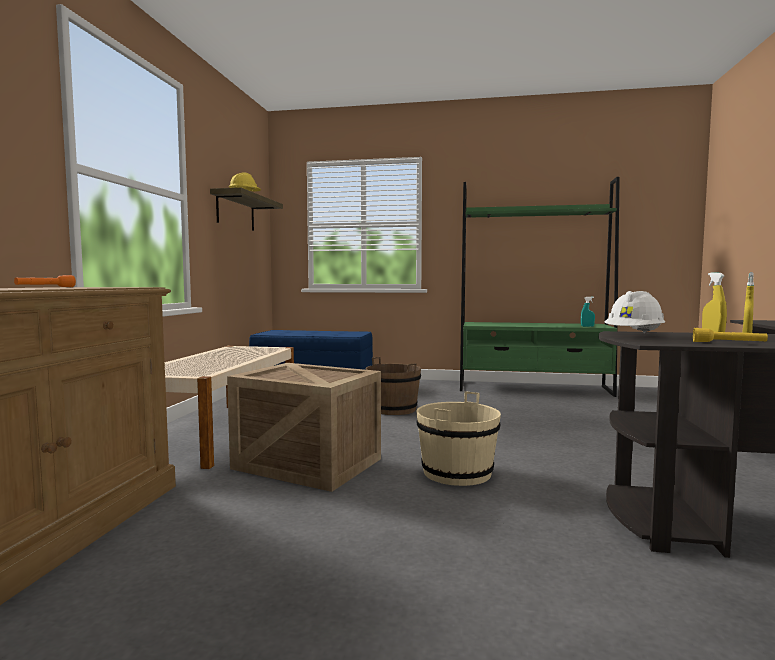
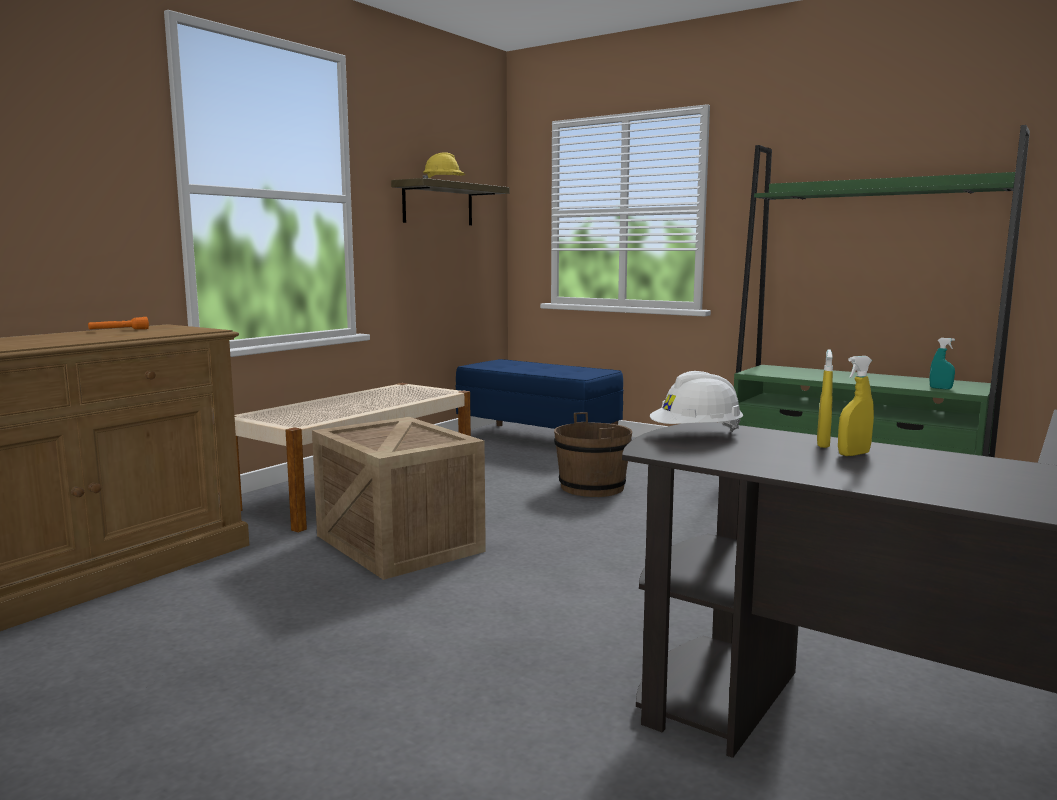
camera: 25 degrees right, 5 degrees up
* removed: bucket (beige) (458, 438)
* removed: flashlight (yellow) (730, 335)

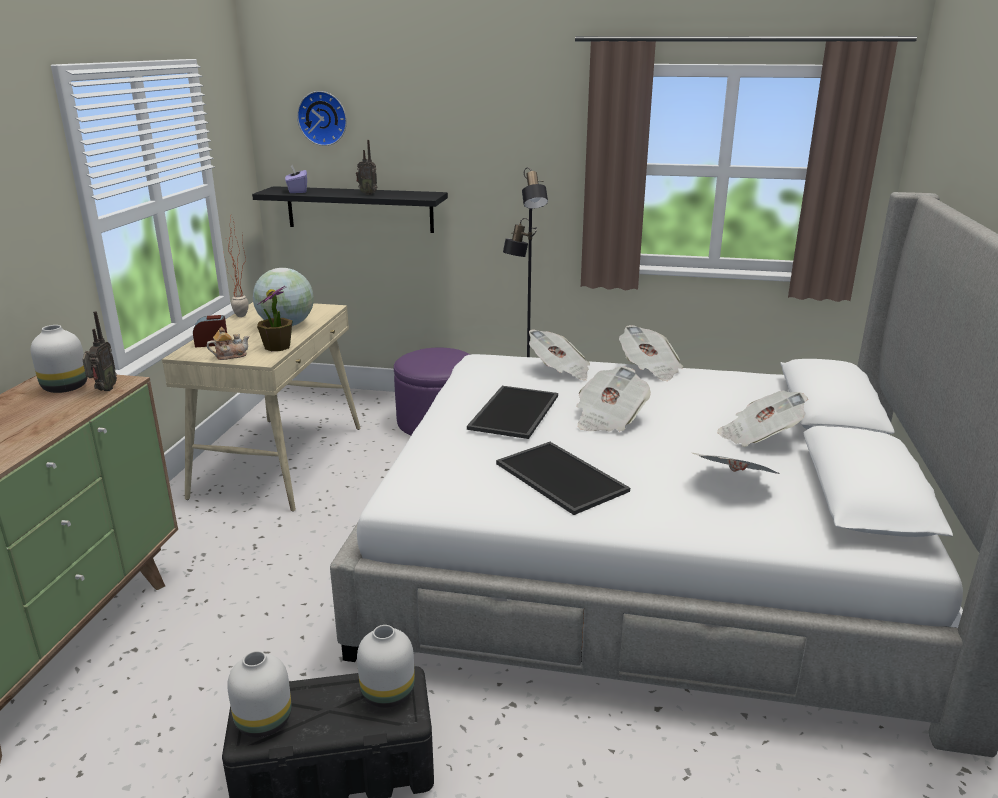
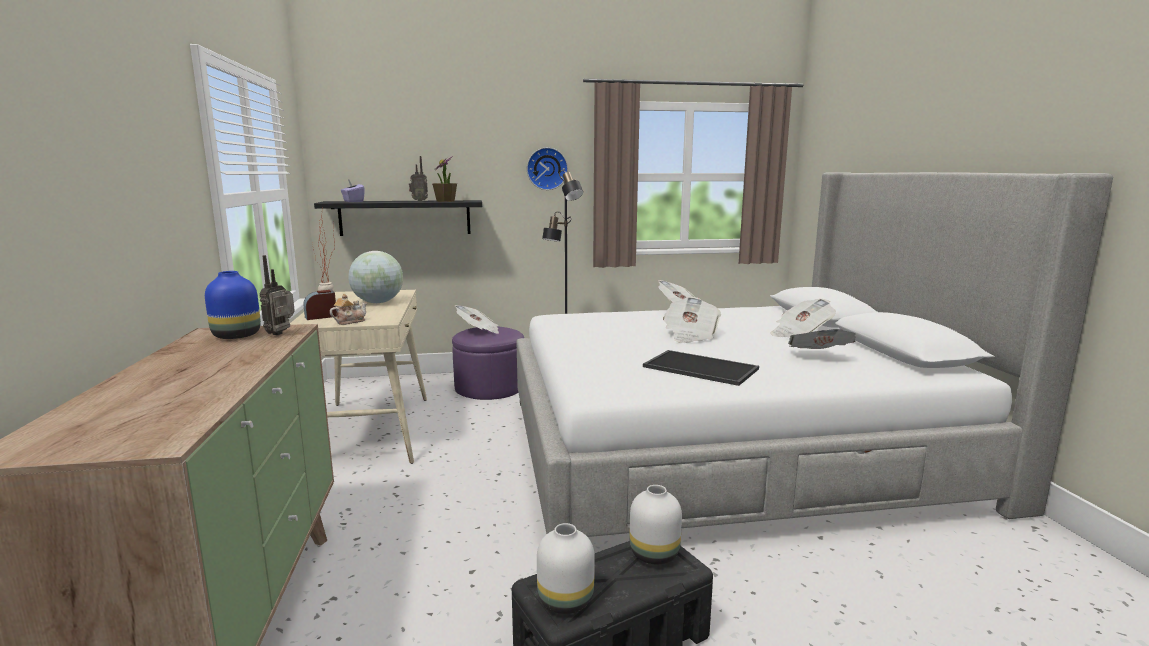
camera: 20 degrees left, 10 degrees down
* recoloured: vase (white) (59, 359) to vase (blue) (233, 305)
* turned: radio (99, 351) = (277, 295) 150 degrees counterclockwise
* moved: potted plant (275, 318) to (444, 179)
* moved: newspaper (559, 354) to (477, 319)
* moved: wall clock (322, 118) to (547, 168)
* removed: tray (512, 412)

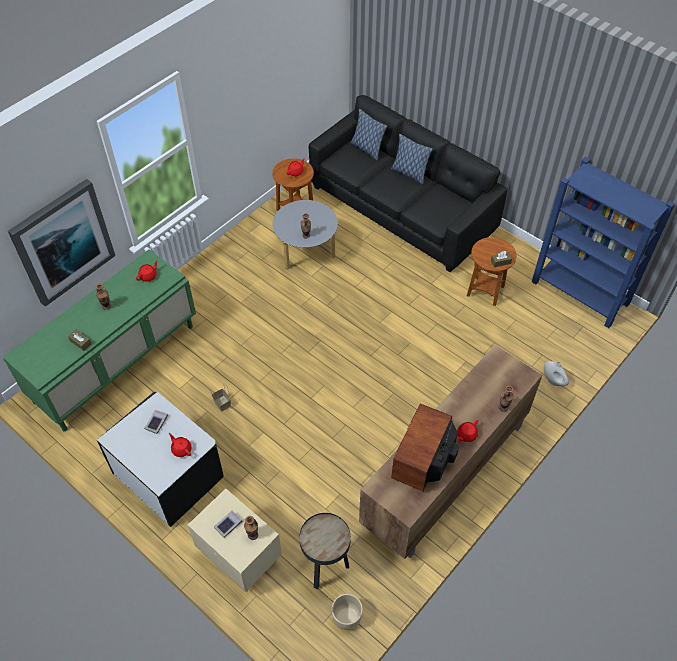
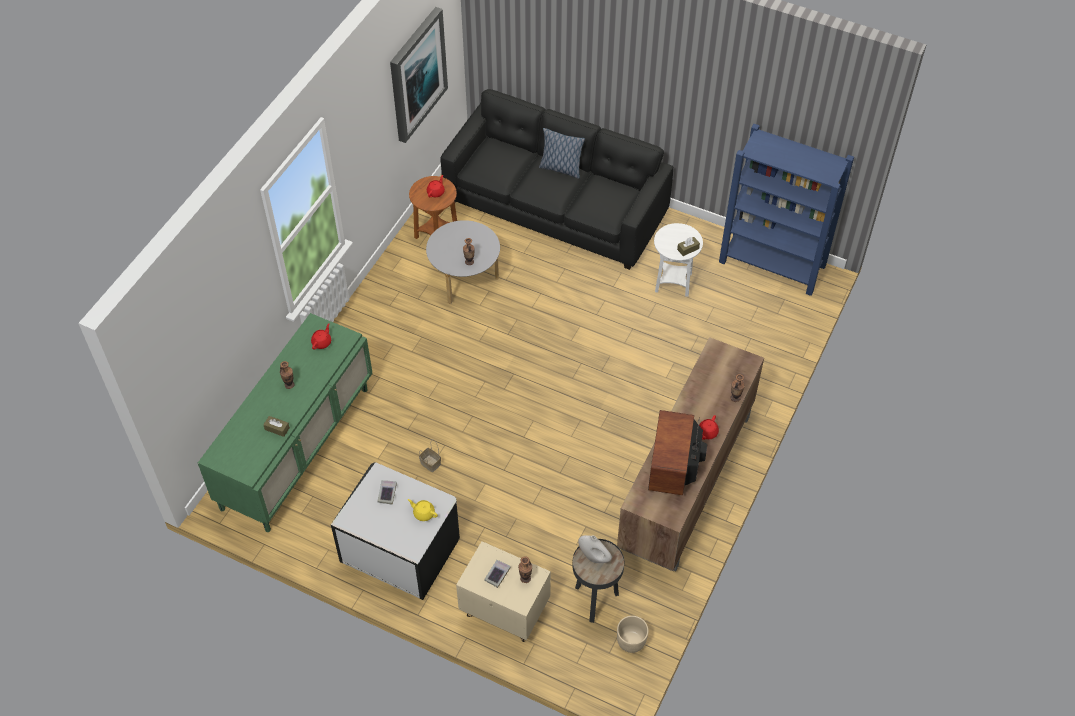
camera: 15 degrees left, 0 degrees up
* moved: picture (61, 243) to (419, 75)
* recoloured: teapot (red) (180, 445) to teapot (yellow) (423, 510)
* moved: vase (white) (556, 373) to (595, 549)
* recoloured: side table (brown) (492, 271) to side table (white) (678, 260)
* removed: pillow (369, 134)

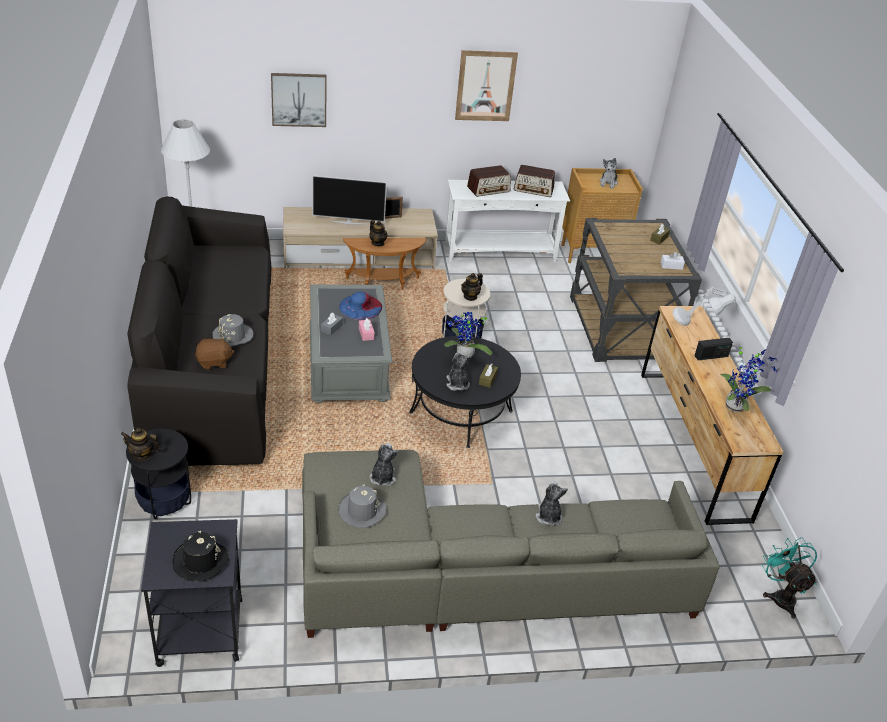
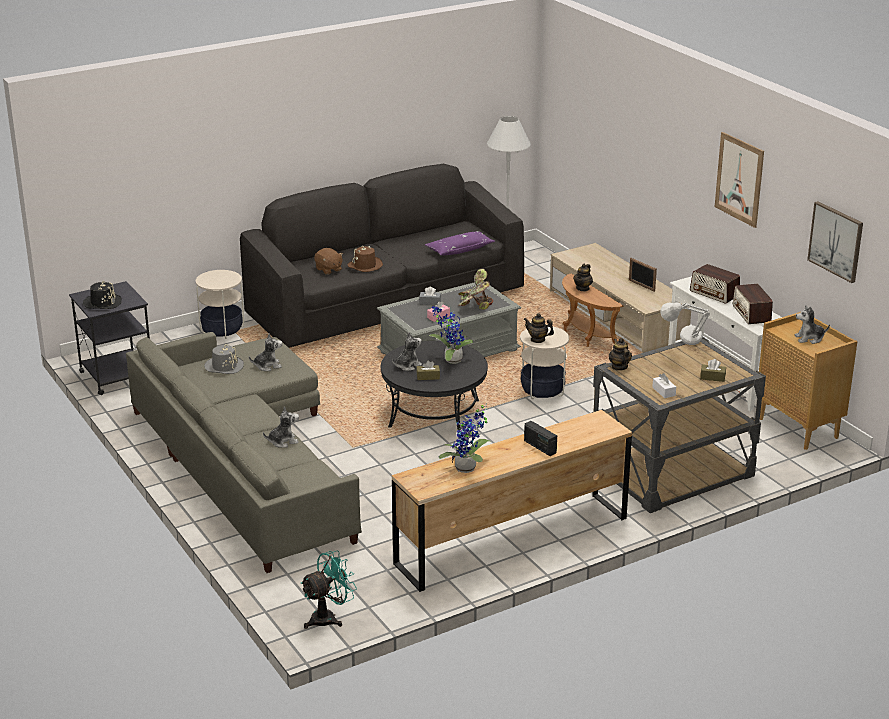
camera: 70 degrees right, 10 degrees down
* recoloured: side table (black) (158, 474) to side table (beige) (220, 304)
* recoloured: hat (grey) (232, 330) to hat (brown) (365, 259)
* added: pillow (purple) (460, 243)
* replaced: hat (blue) (360, 306) to potted plant (475, 289)
* moved: teapot (141, 444) to (620, 354)
* moved: table lamp (grey) (704, 306) to (685, 323)
* moved: picture (299, 100) to (835, 242)
* removed: television (349, 200)

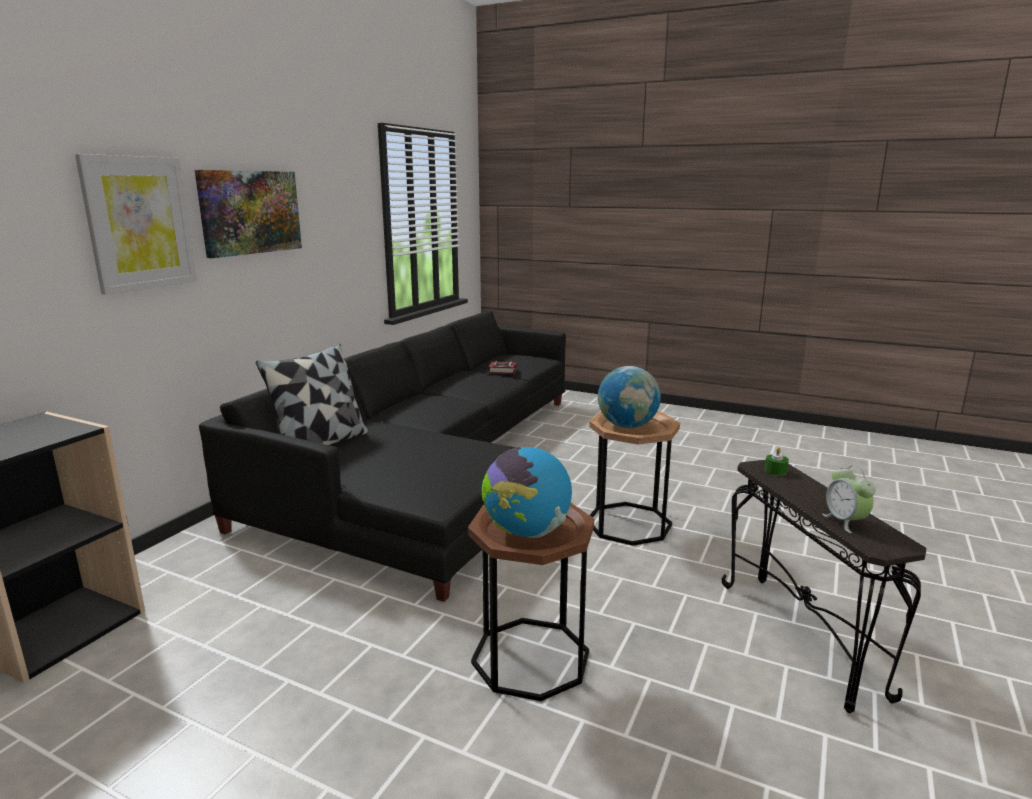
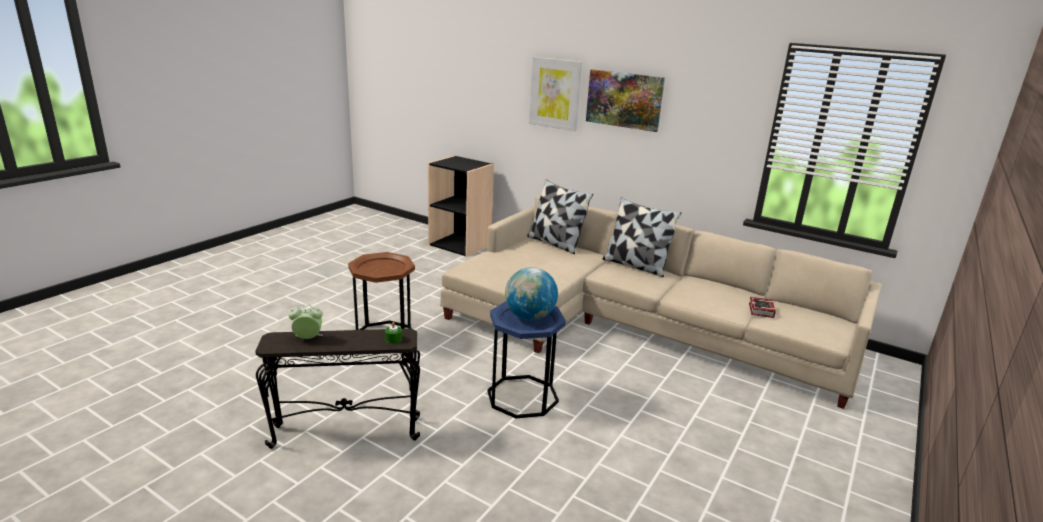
camera: 95 degrees right, 5 degrees up
* recoloured: sofa (black) (382, 456) to sofa (beige) (661, 302)
* recoloured: side table (brown) (634, 479) to side table (blue) (526, 359)
* added: pillow (642, 237)
* removed: globe (527, 492)

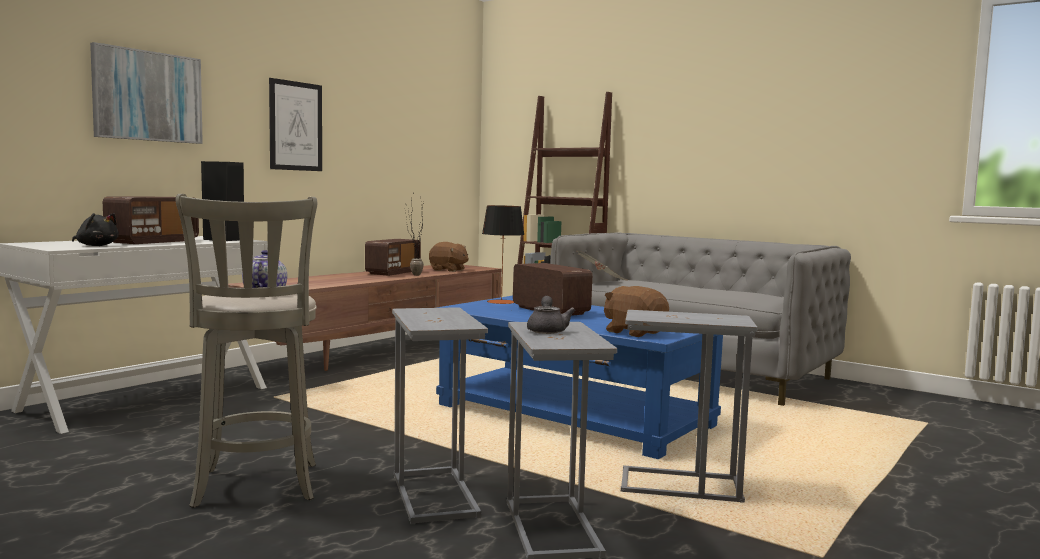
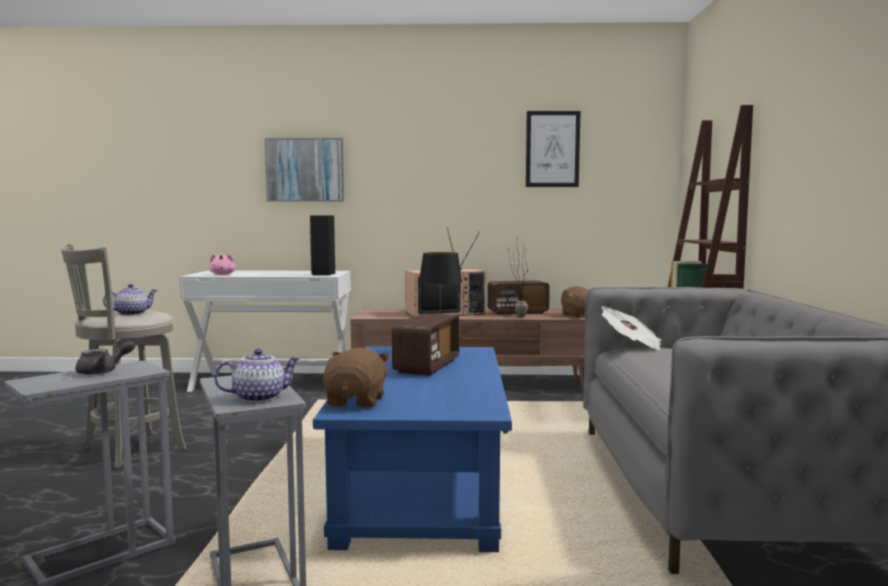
camera: 55 degrees right, 0 degrees up
* recoloured: plush toy (black) (95, 229) to plush toy (pink) (222, 264)
* added: teapot (257, 375)
* added: television (445, 272)
* moved: picture (295, 124) to (553, 149)
* removed: radio (151, 220)
* removed: side table (grey) (440, 415)

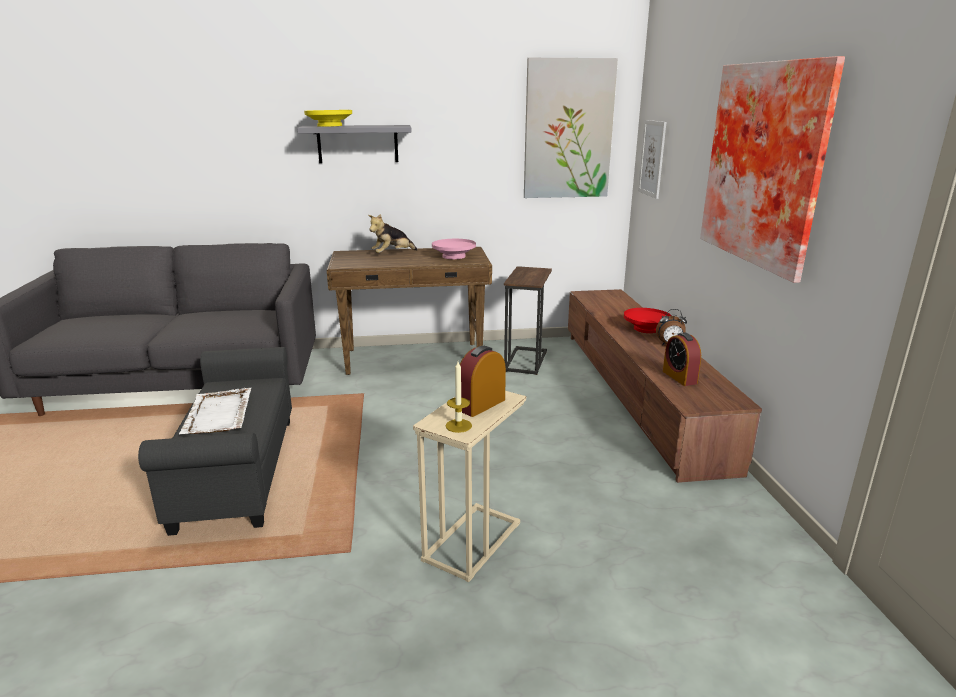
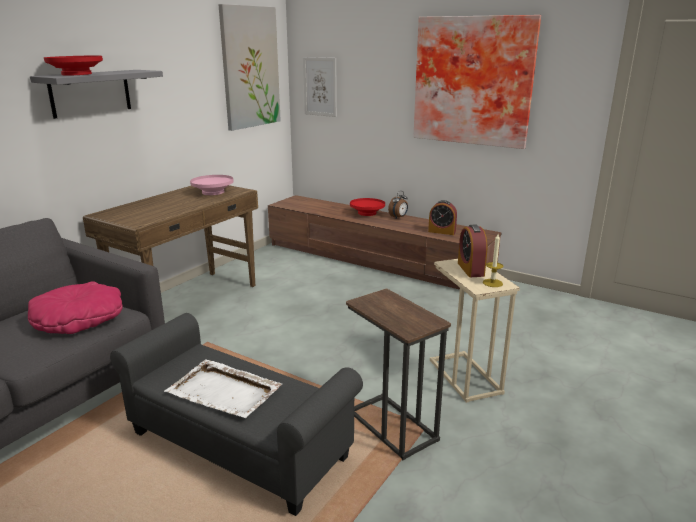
camera: 50 degrees left, 0 degrees up
* added: pillow (pink) (75, 307)
* recoloured: bowl (yellow) (328, 118) to bowl (red) (73, 65)
* moved: side table (brown) (528, 320) to (398, 374)
* removed: plush toy (393, 233)

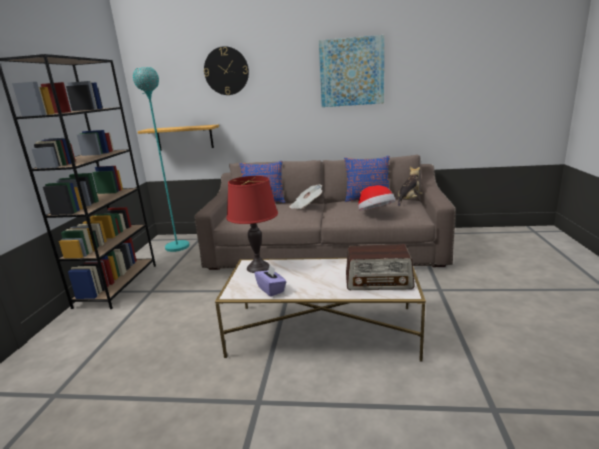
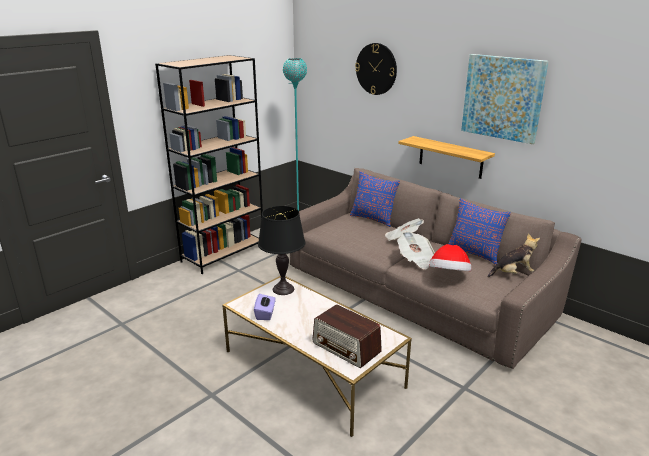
camera: 35 degrees right, 5 degrees up
* recoloured: table lamp (red) (252, 224) to table lamp (black) (281, 250)
* added: newspaper (416, 250)
* moved: shelf (178, 138) to (446, 157)

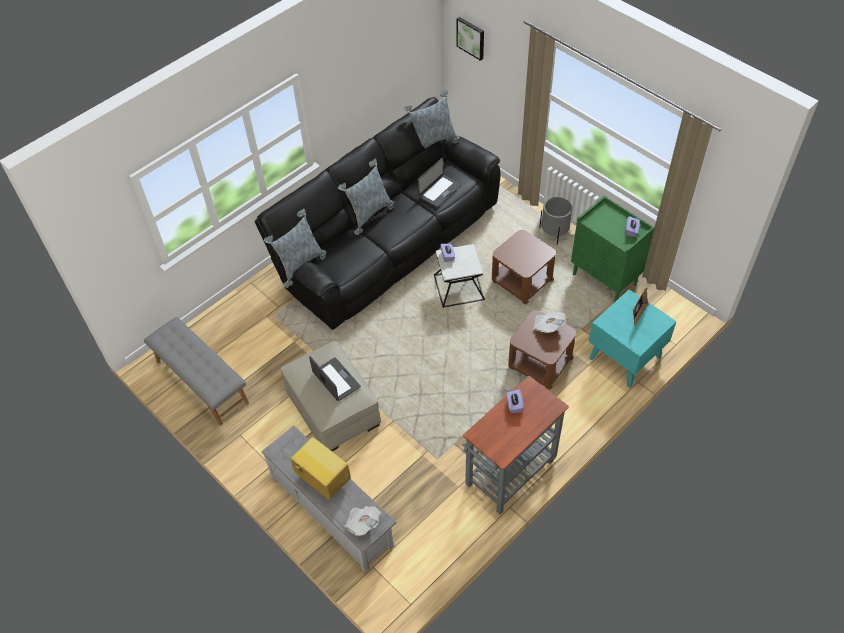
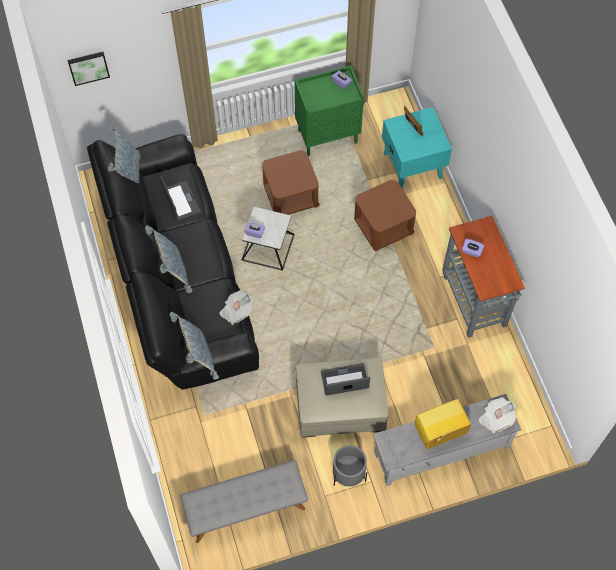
camera: 65 degrees left, 10 degrees up
* moved: newspaper (549, 322) to (236, 307)
* moved: planter (grey) (556, 221) to (350, 466)

